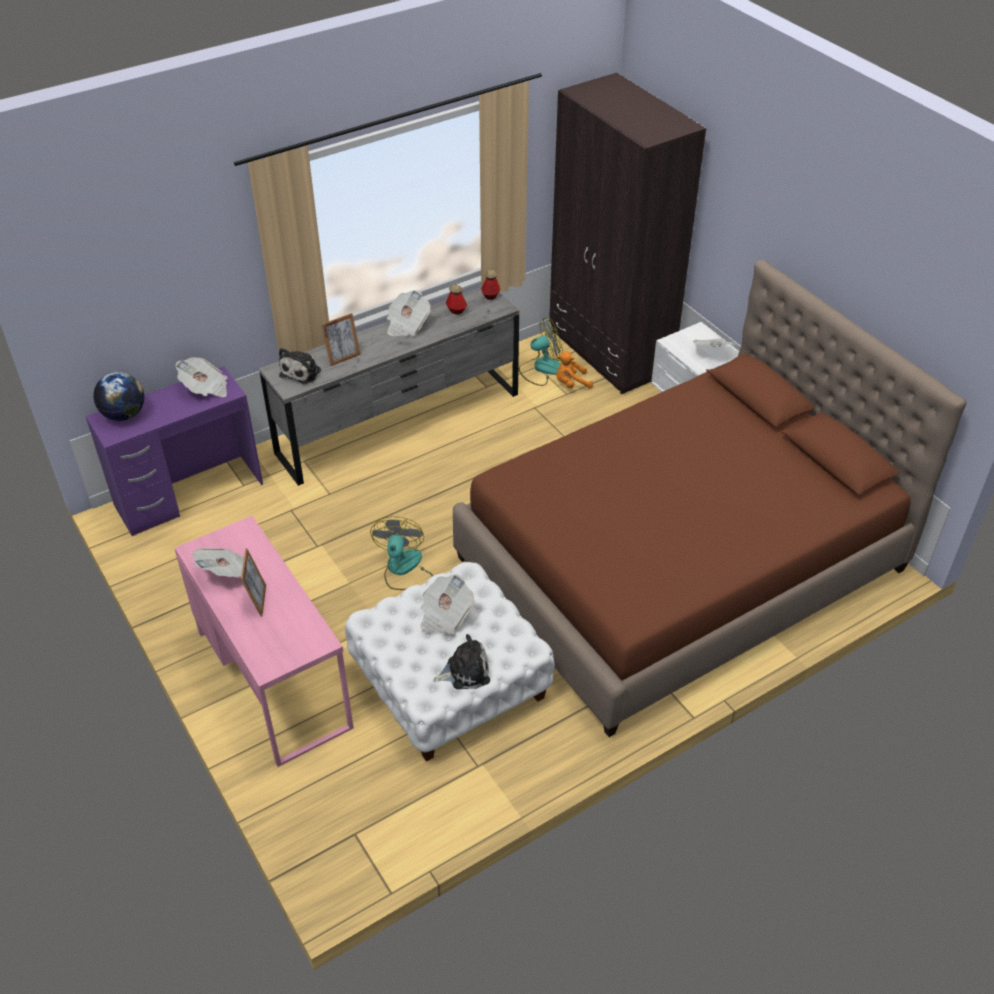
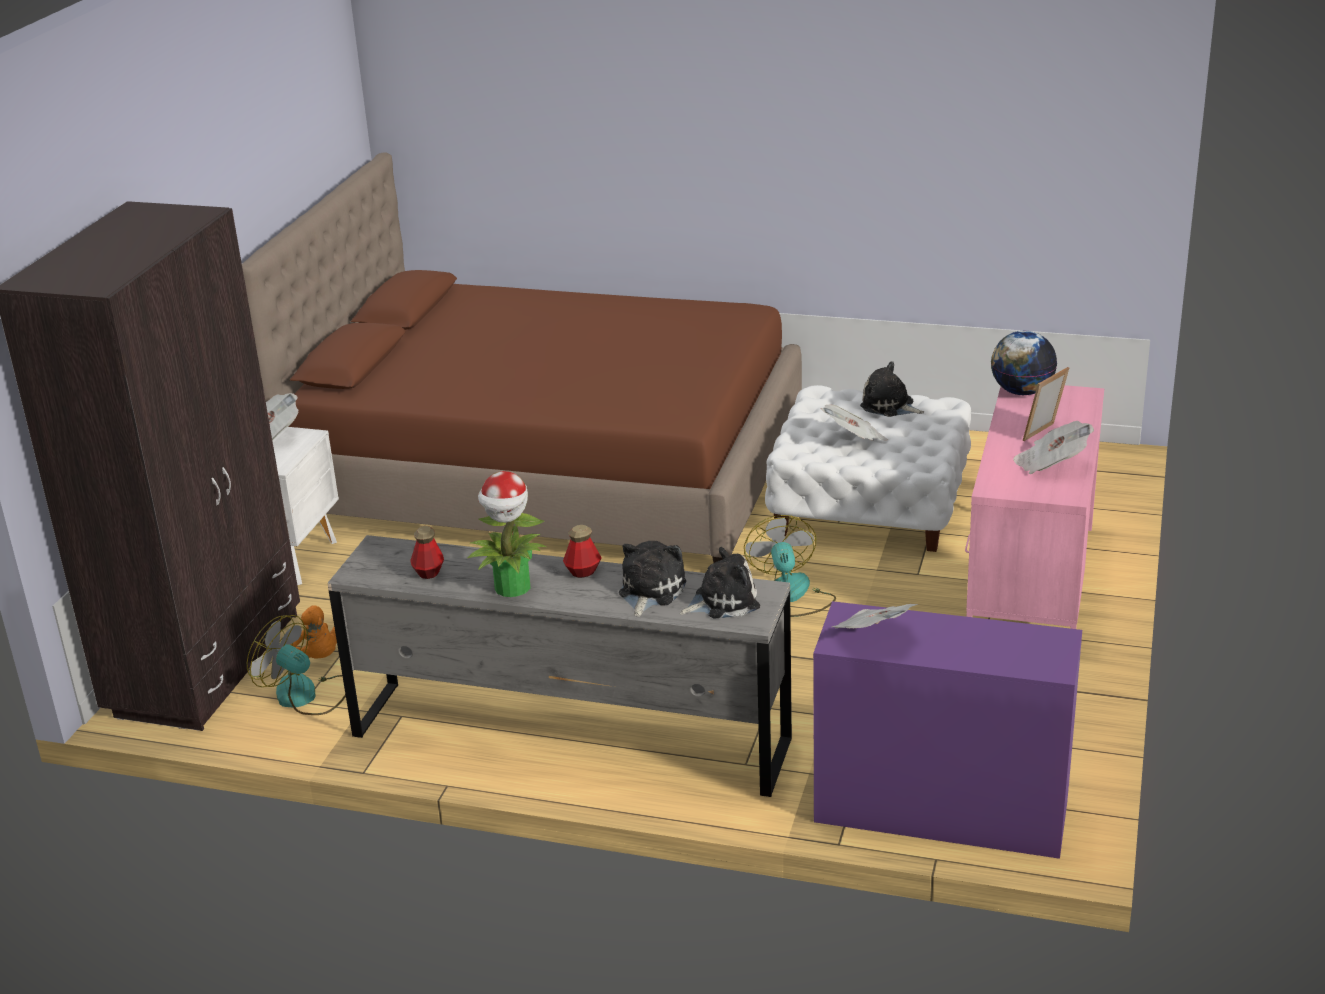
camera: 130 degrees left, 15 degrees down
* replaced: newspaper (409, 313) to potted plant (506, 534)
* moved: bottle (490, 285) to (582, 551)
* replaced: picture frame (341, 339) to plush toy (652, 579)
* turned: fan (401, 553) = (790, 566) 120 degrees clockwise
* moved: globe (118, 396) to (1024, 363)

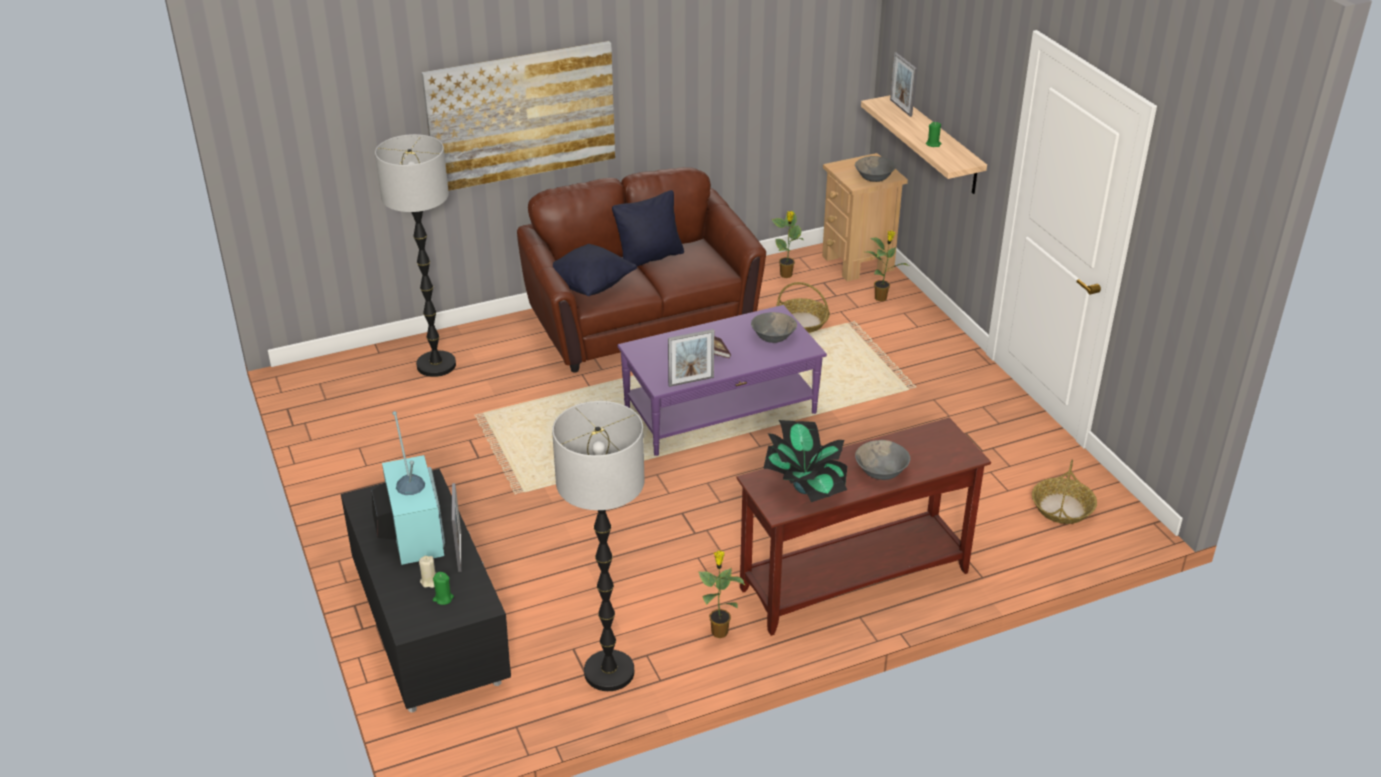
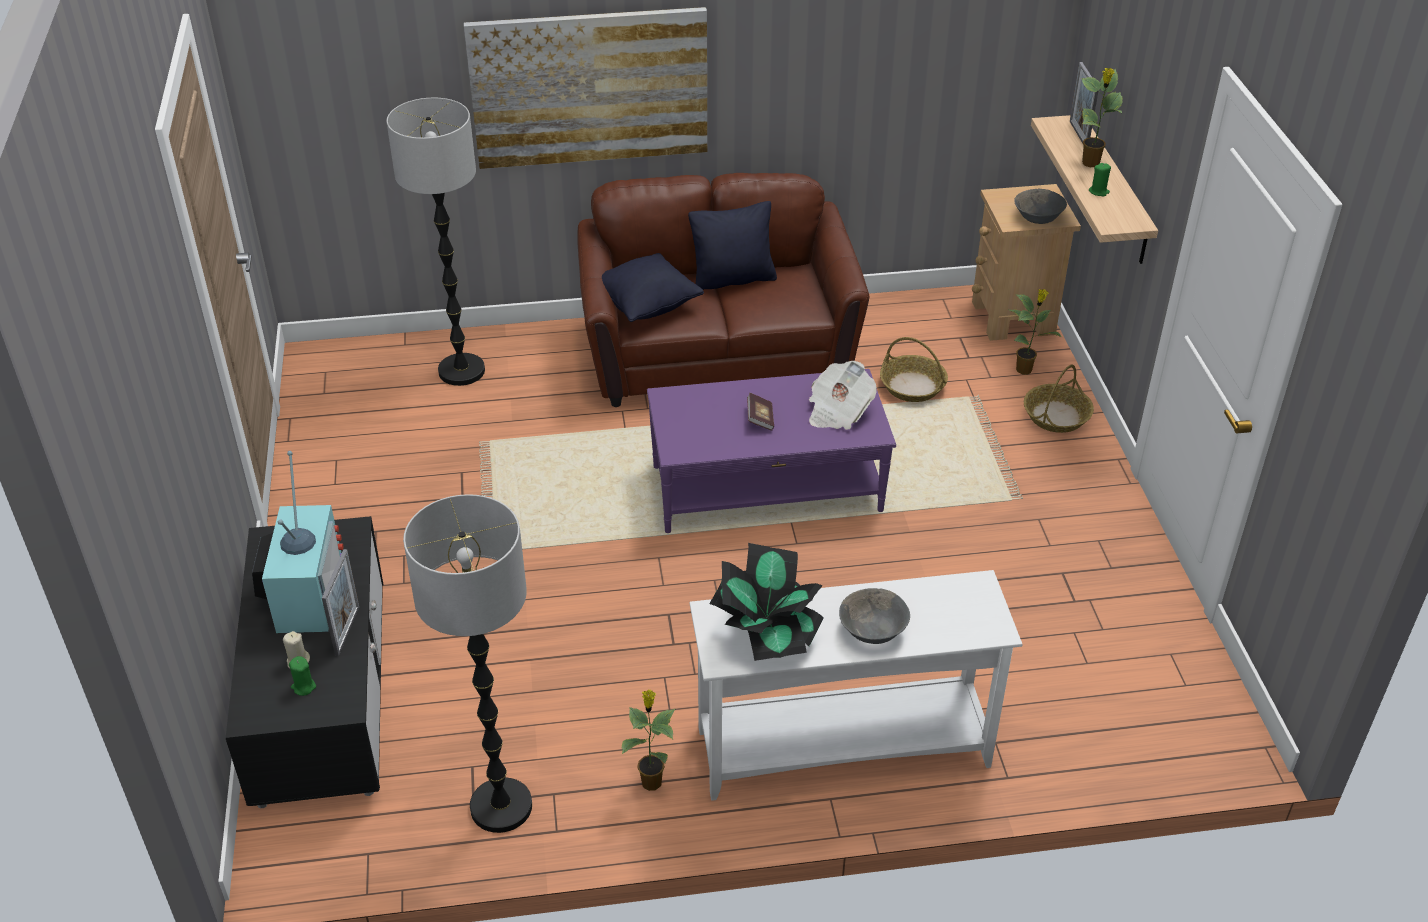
camera: 15 degrees right, 5 degrees up
* recoloured: console table (brown) (863, 527) to console table (white) (856, 685)
* replaced: bowl (grey) (774, 327) to newspaper (843, 395)
* moved: basket (1064, 492) to (1059, 399)
* moved: potted plant (787, 244) to (1102, 117)
* removed: picture frame (691, 358)

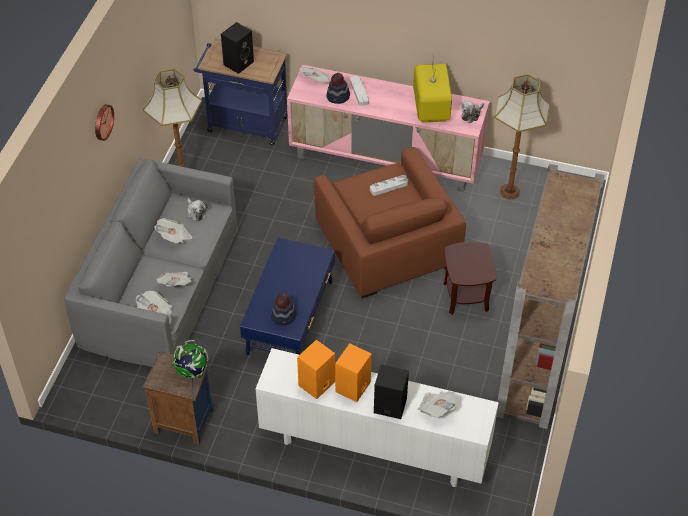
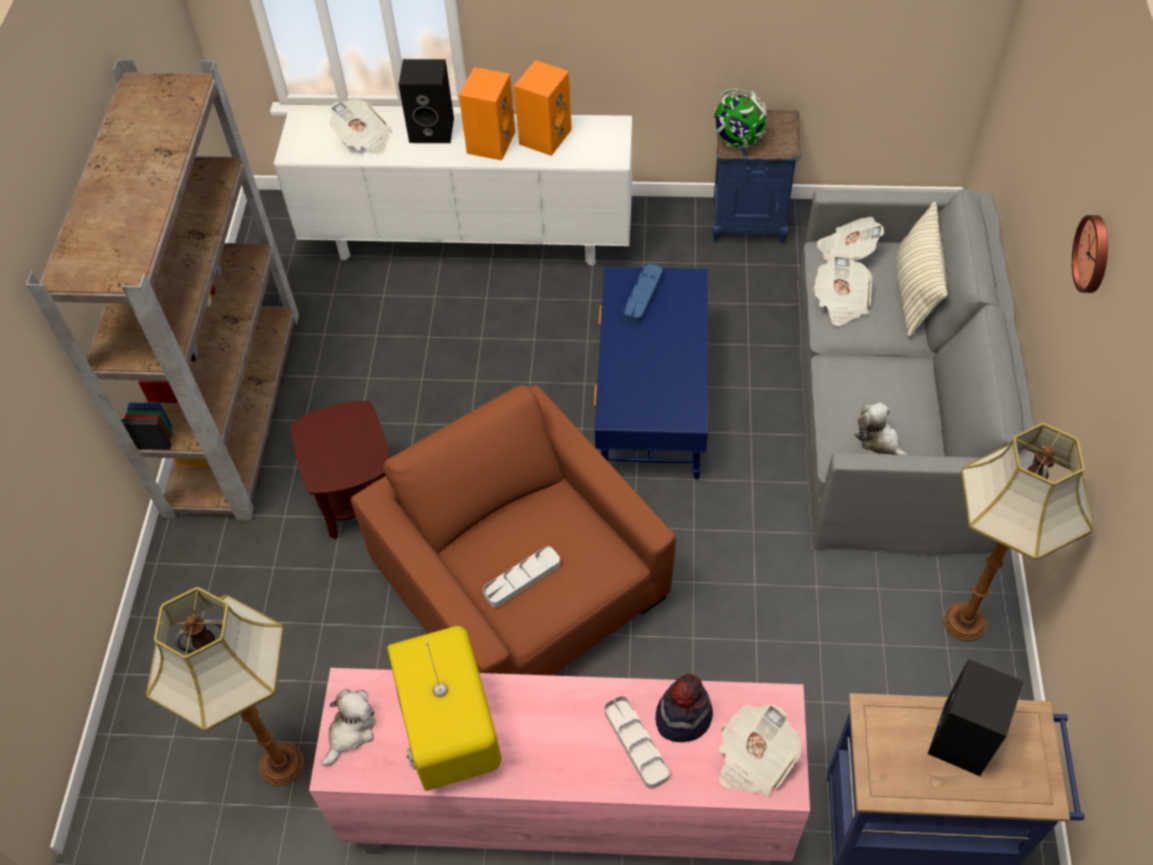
camera: 170 degrees right, 5 degrees up
* replaced: hat (283, 309) to tray (blue) (643, 294)
* added: pillow (922, 269)
* removed: newspaper (173, 231)

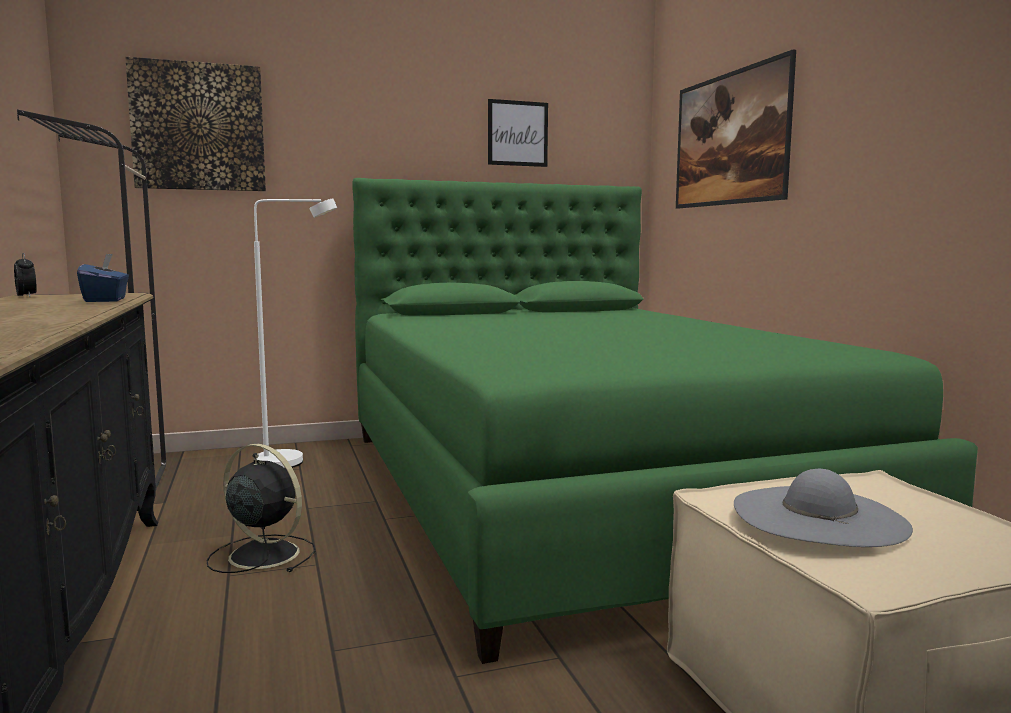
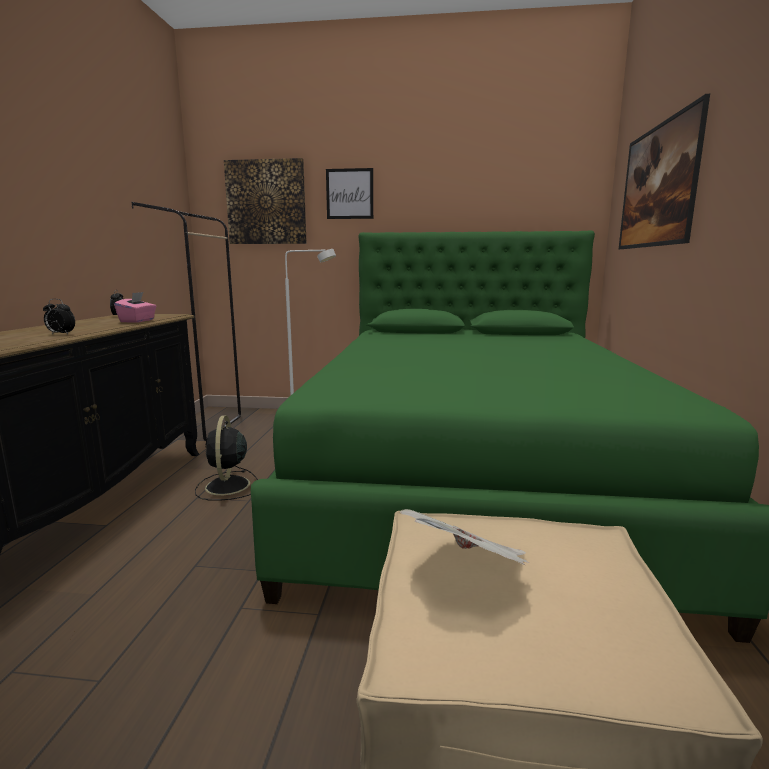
camera: 25 degrees right, 5 degrees up
* added: alarm clock (59, 316)
* recoloured: tissue box (blue) (103, 278) to tissue box (pink) (135, 307)
* turned: fan (black) (261, 508) = (226, 458) 150 degrees counterclockwise
* moved: picture (518, 133) to (349, 193)
* replaced: hat (grey) (823, 508) to newspaper (464, 537)

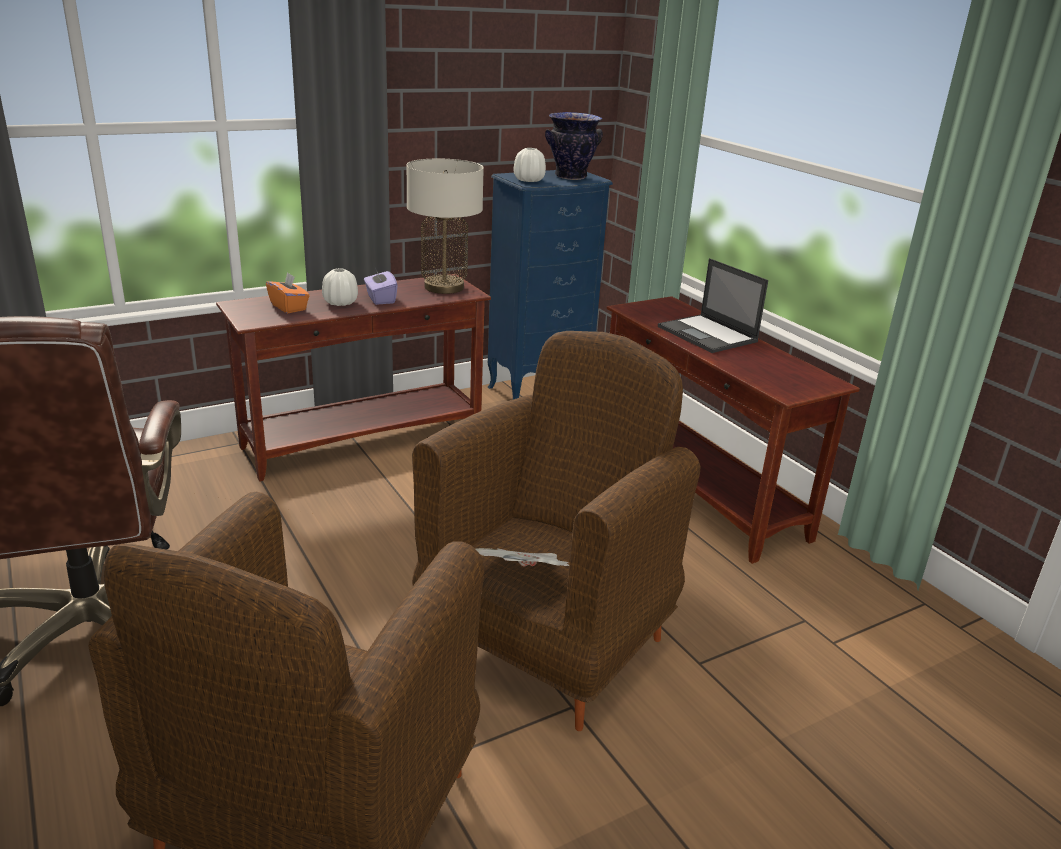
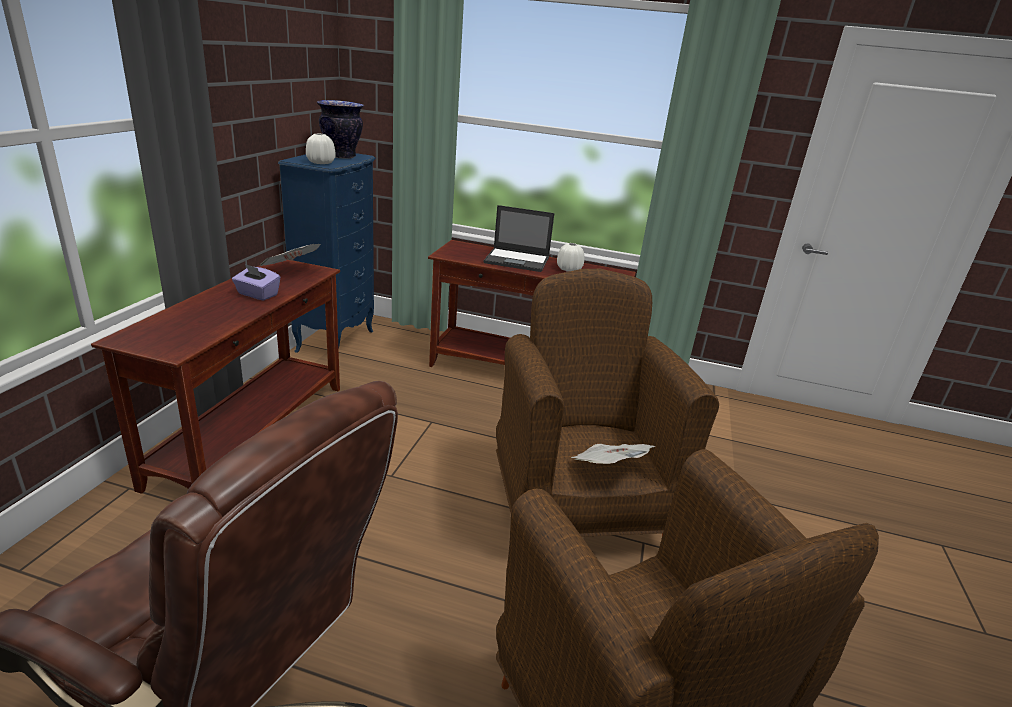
camera: 45 degrees left, 0 degrees up
* replaced: table lamp (445, 226) to newspaper (290, 255)
* moved: vase (white) (340, 287) to (570, 257)
* removed: tissue box (orange) (288, 292)

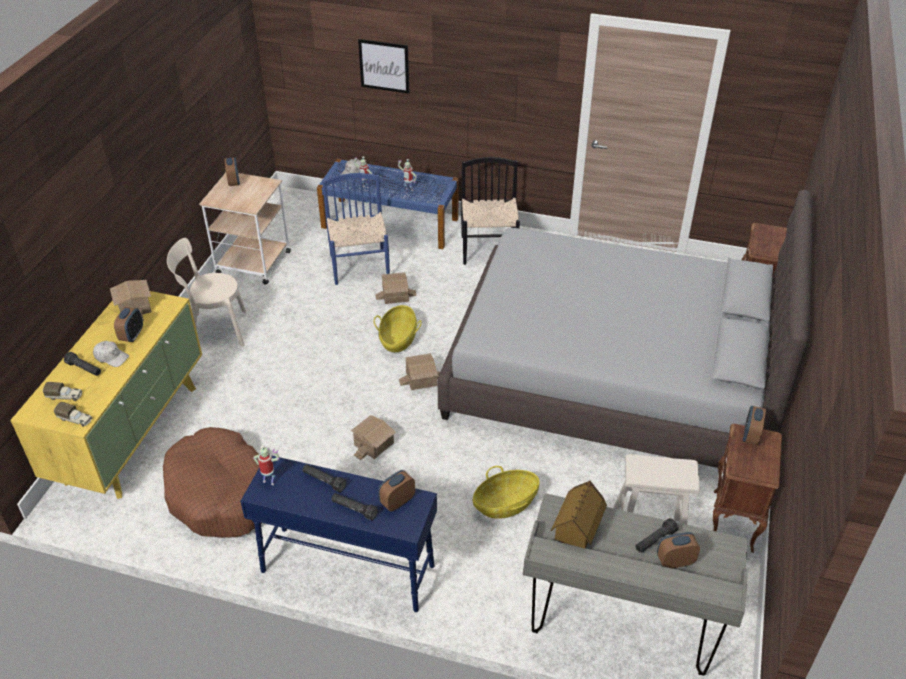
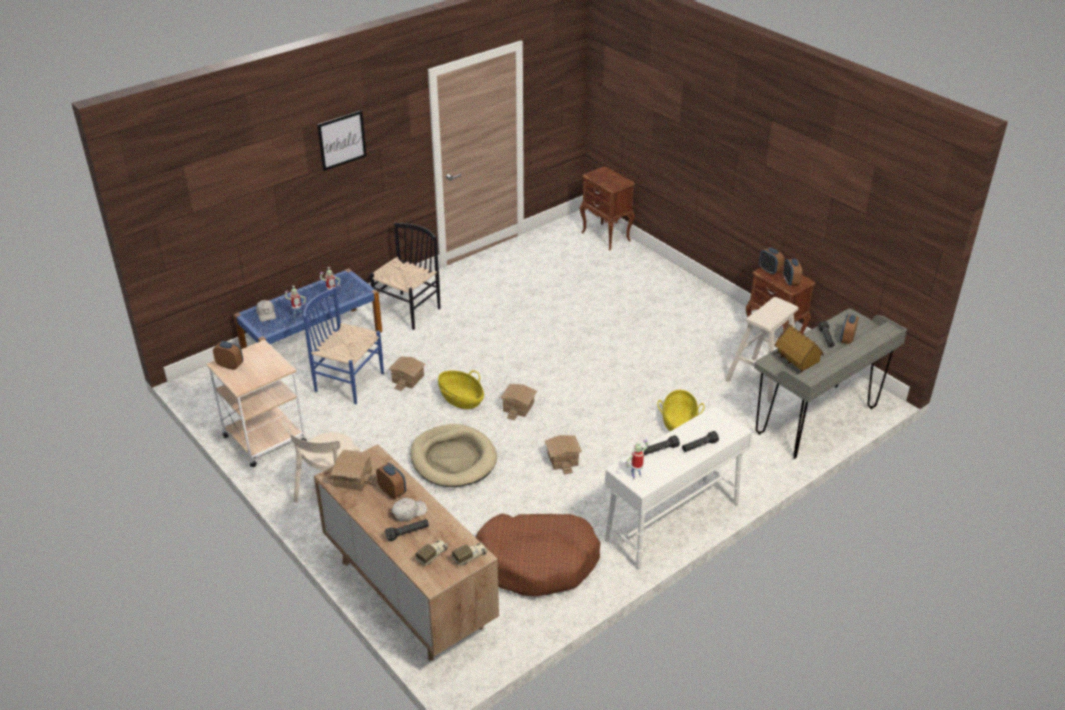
camera: 55 degrees left, 5 degrees down
* recoloured: dresser (yellow) (106, 395) to dresser (green) (406, 552)
* moved: picture (383, 66) to (342, 140)
* turned: chair (black) (490, 211) = (405, 276) 90 degrees clockwise
* added: dog bed (beige) (453, 455)
* recoloured: console table (blue) (338, 533) to console table (white) (678, 487)
* moved: alarm clock (396, 490) to (792, 272)
* removed: bed (grey) (625, 329)

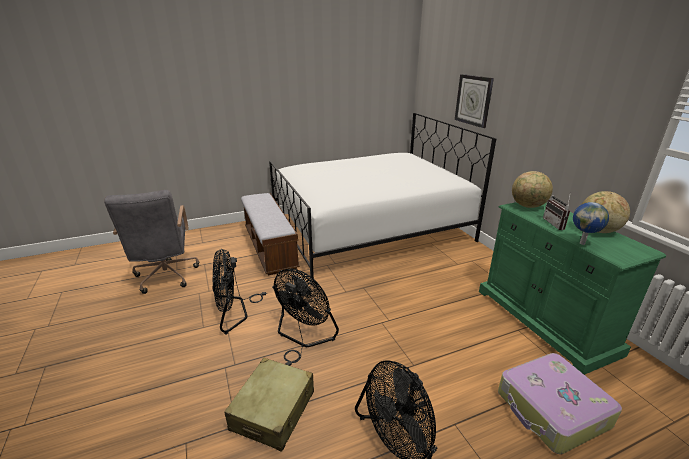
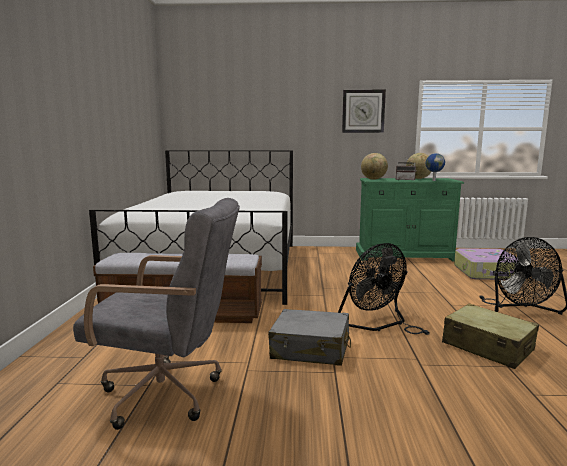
camera: 65 degrees left, 15 degrees down
* replaced: fan (black) (239, 292) to suitcase (grey) (309, 337)
* moved: wall clock (474, 101) to (364, 111)

